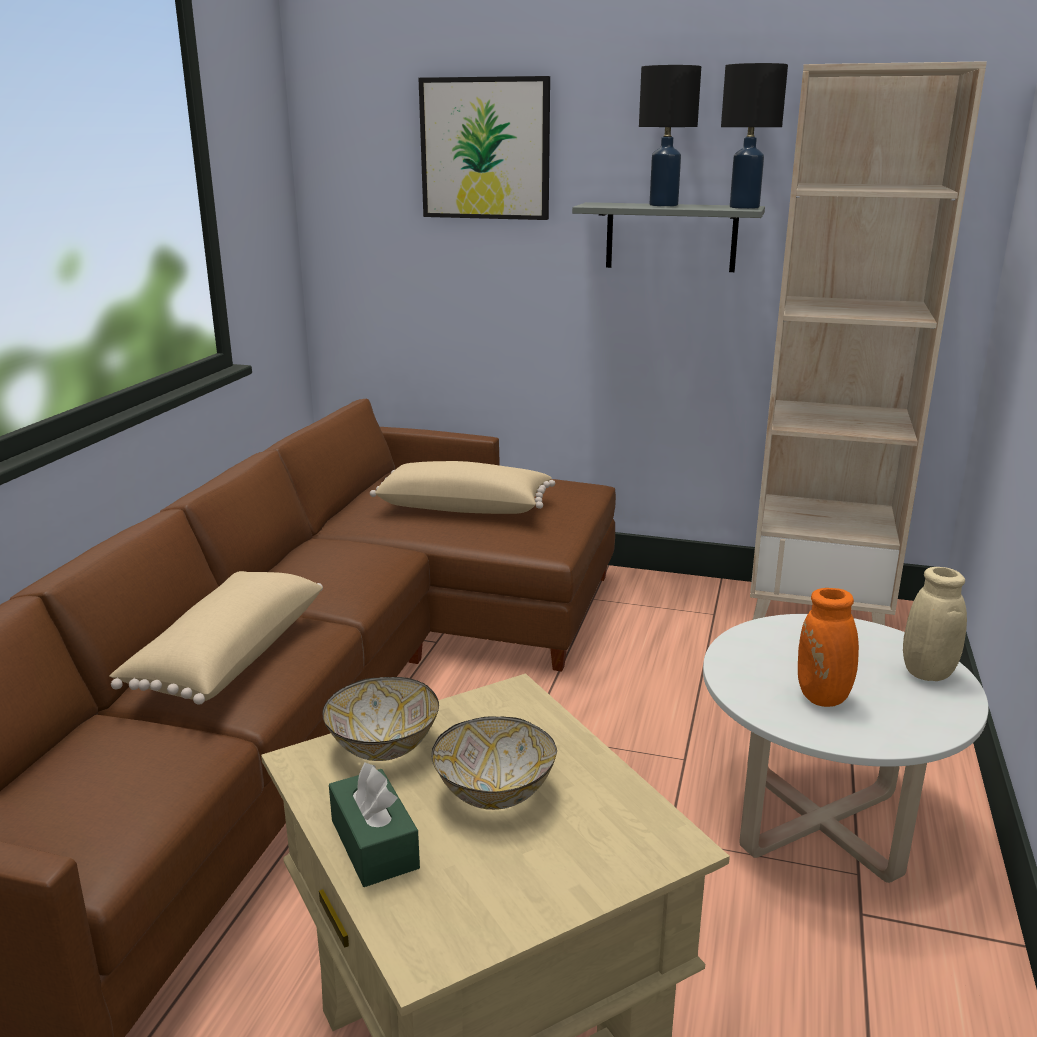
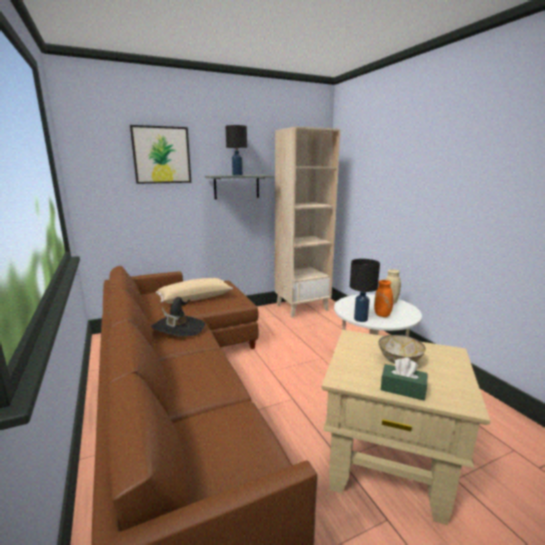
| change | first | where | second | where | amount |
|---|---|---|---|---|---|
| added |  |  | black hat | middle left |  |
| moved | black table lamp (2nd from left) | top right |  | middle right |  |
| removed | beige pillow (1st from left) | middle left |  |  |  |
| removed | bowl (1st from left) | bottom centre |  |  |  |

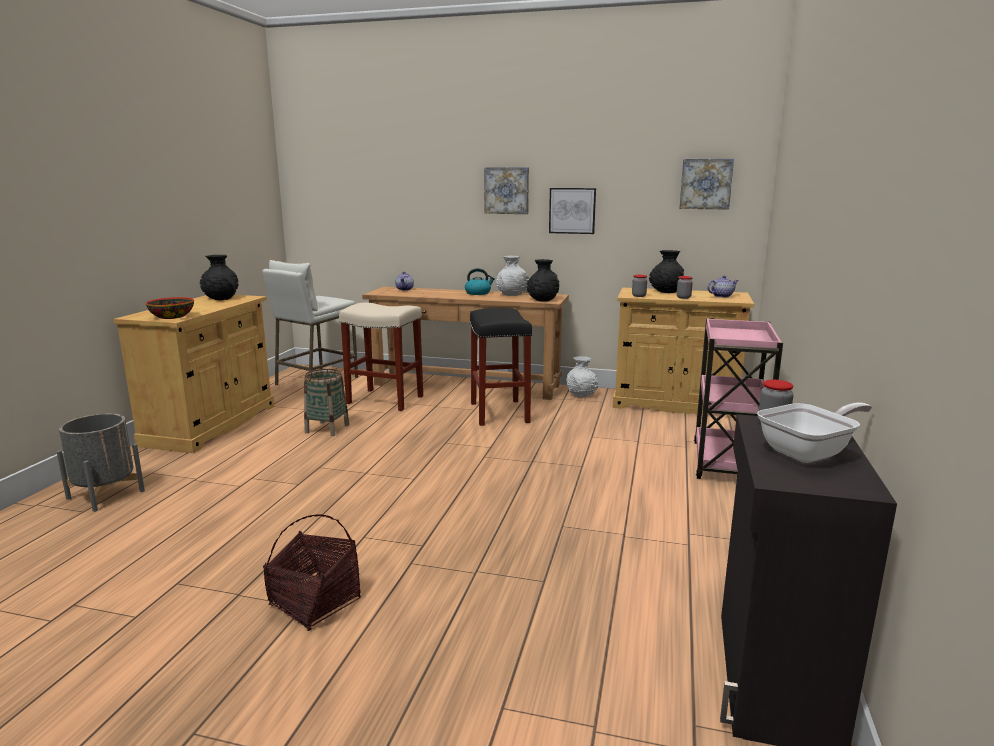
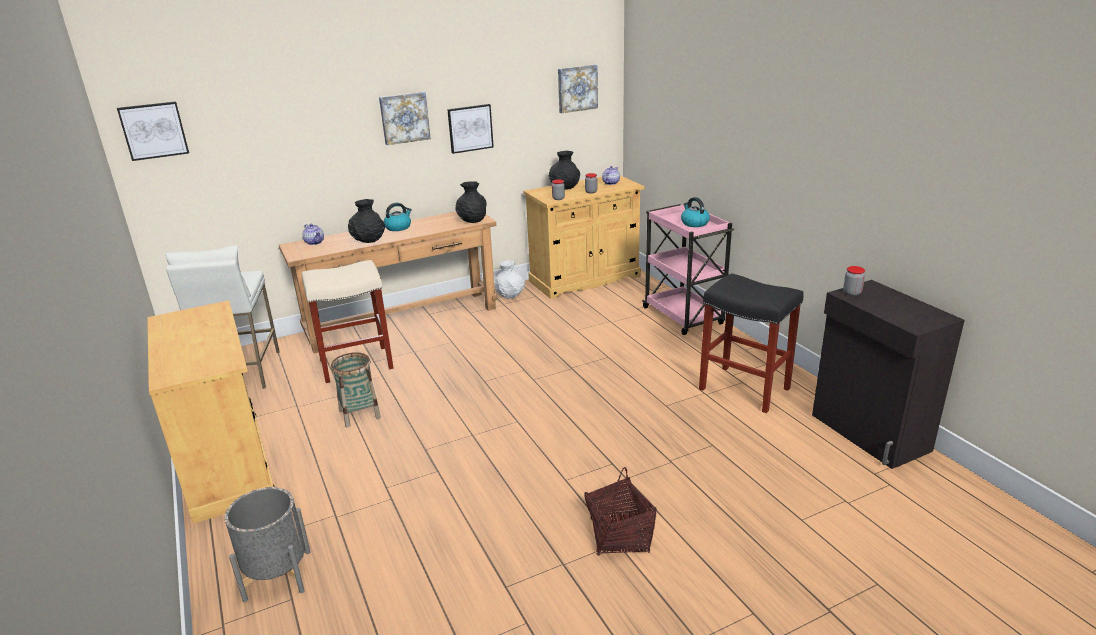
| change | first | where | second | where | amount |
|---|---|---|---|---|---|
| added |  |  | picture (1st from left) | top left |  |
| moved | black vase (1st from left) | middle left |  | centre |  |
| added |  |  | kettle (2nd from left) | centre |  |
| moved | black stool | centre |  | middle right |  |
| removed | bowl | middle left |  |  |  |
| removed | white vase (1st from left) | centre |  |  |  |
| removed | frying pan | middle right |  |  |  |

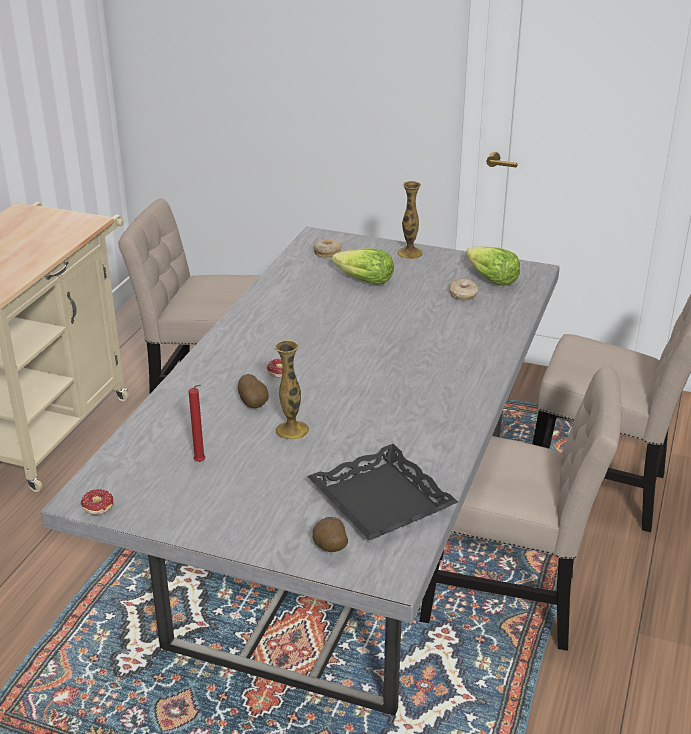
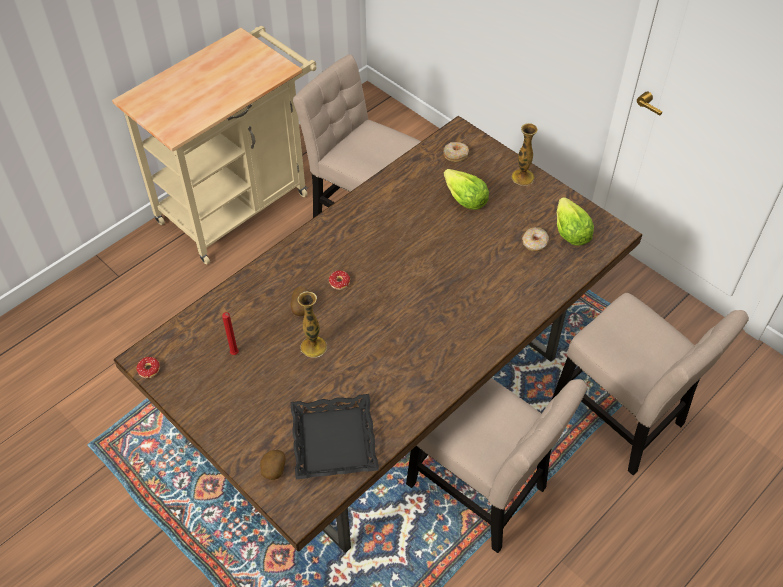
| change | first | where | second | where | amount |
|---|---|---|---|---|---|
| recoloured | grey dining table | centre | brown dining table | centre |  |

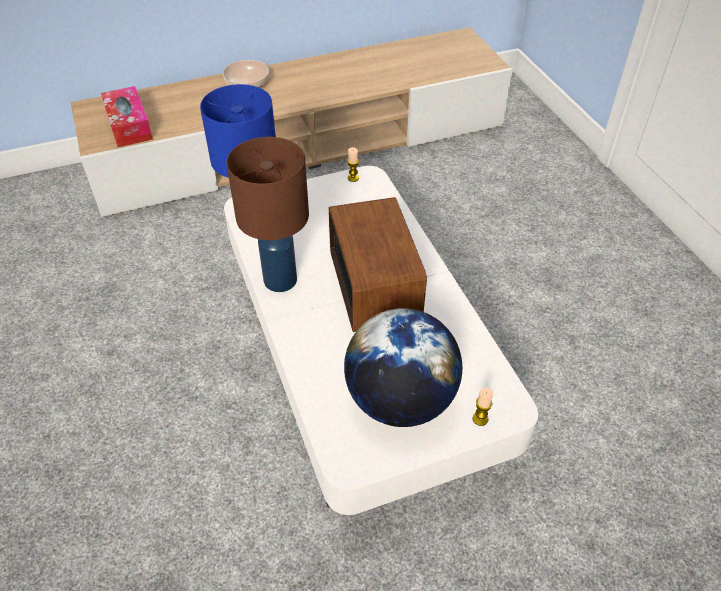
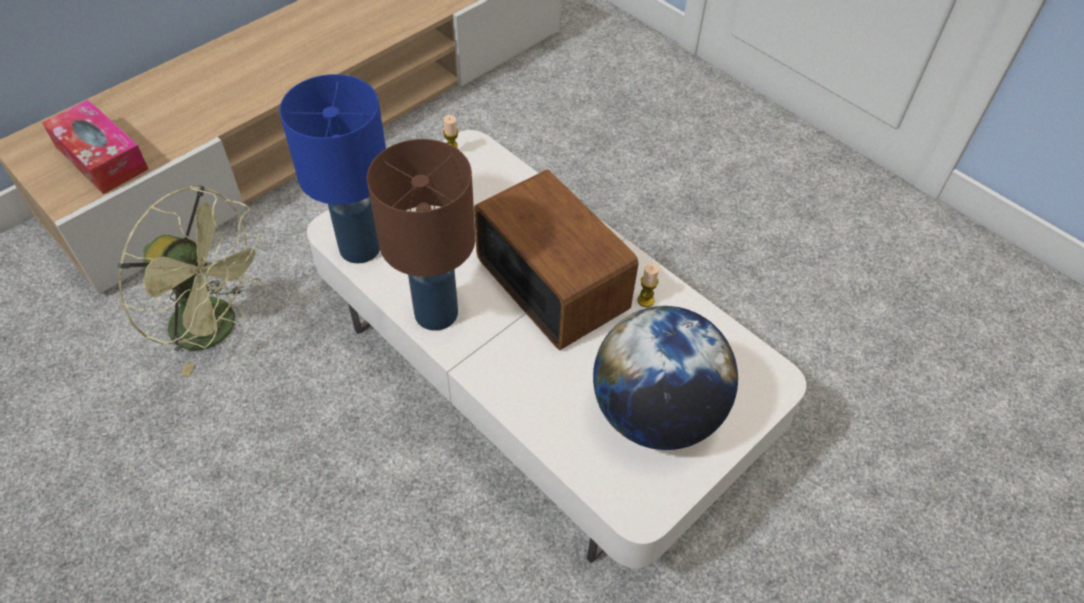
| change | first | where | second | where | amount |
|---|---|---|---|---|---|
| added |  |  | green fan | middle left |  |
| moved | candle (2nd from left) | bottom right |  | centre |  |
| removed | bowl | top centre |  |  |  |

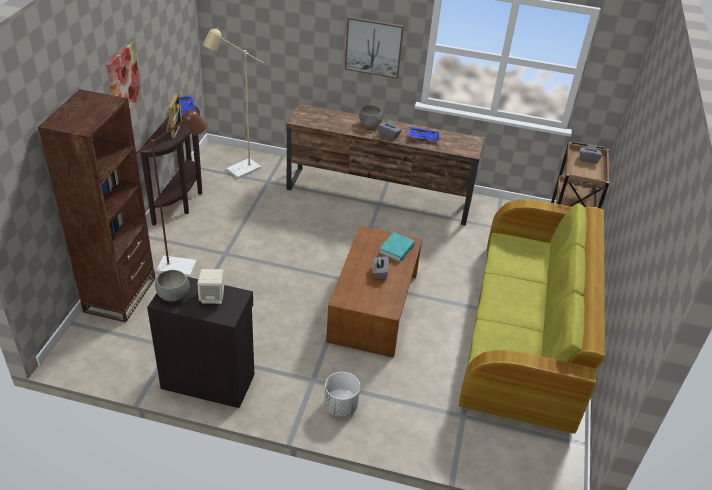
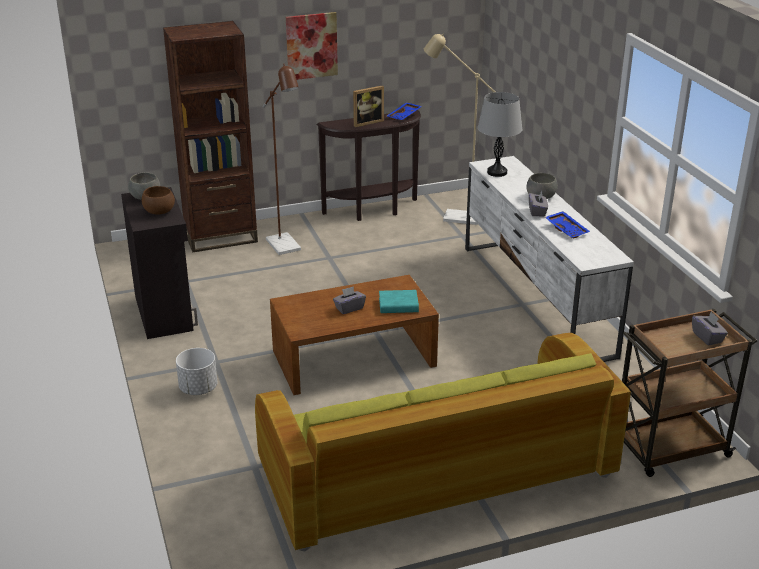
| change | first | where | second | where | amount |
|---|---|---|---|---|---|
| replaced | beige speaker | middle left | brown bowl | middle left |  |
| recoloured | brown tv stand | centre | white tv stand | middle right |  |
| added |  |  | grey table lamp | top centre |  |
| removed | picture (2nd from left) | top centre |  |  |  |

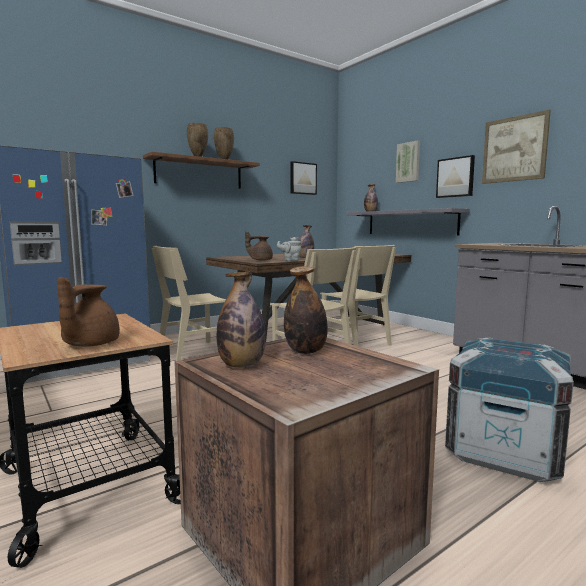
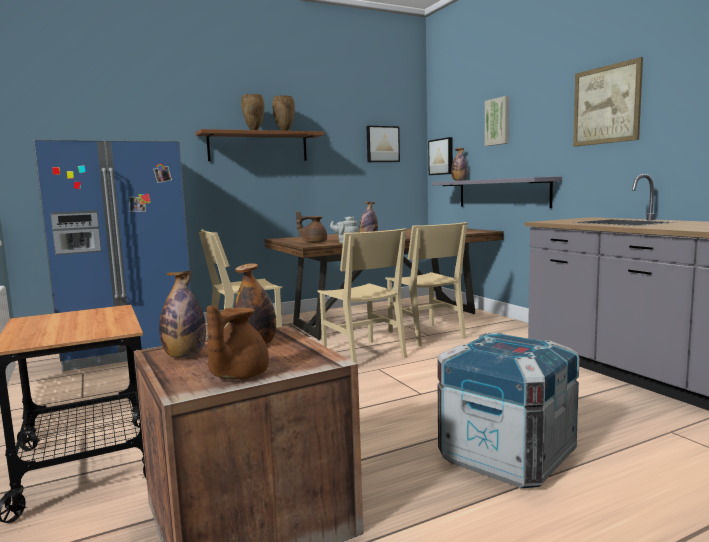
| change | first | where | second | where | amount |
|---|---|---|---|---|---|
| moved | brown teapot (1st from left) | middle left |  | centre |  |
| moved | picture (3rd from left in the first image) | top right | picture (2nd from left) | top centre |  |

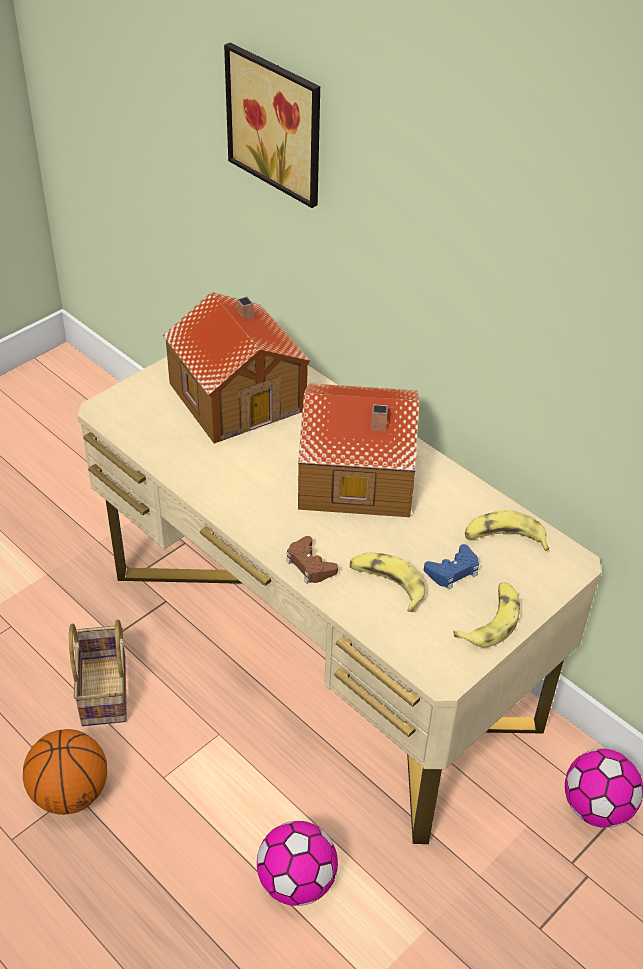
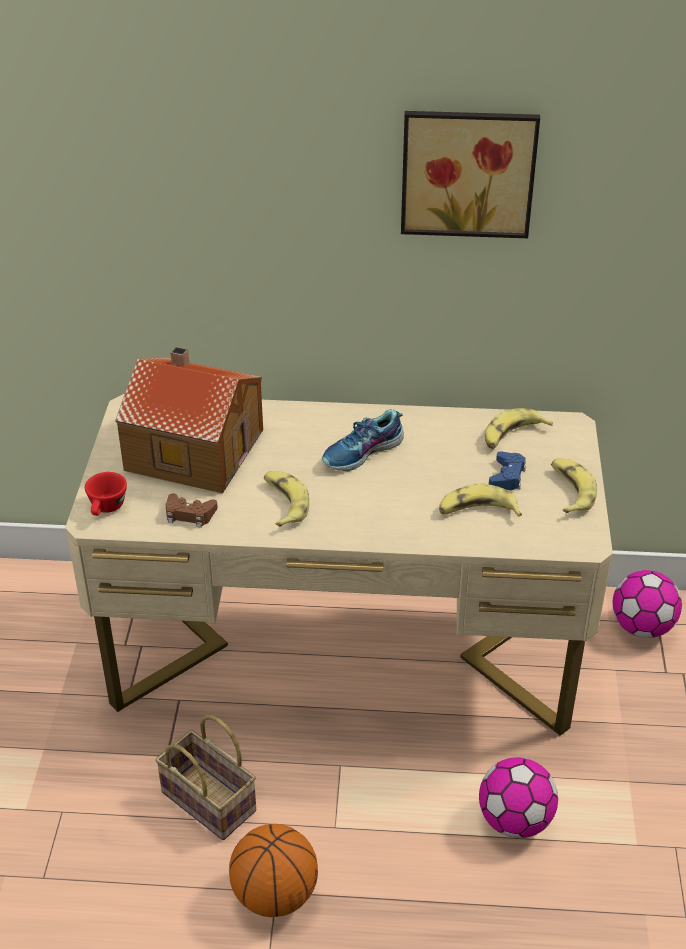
| change | first | where | second | where | amount |
|---|---|---|---|---|---|
| added |  |  | red cup | middle left |  |
| moved | brown game controller | centre |  | middle left |  |
| added |  |  | banana (1st from left) | centre |  |
| replaced | toy house (2nd from left) | centre | shoe | centre |  |
| moved | picture | top centre |  | top right |  |

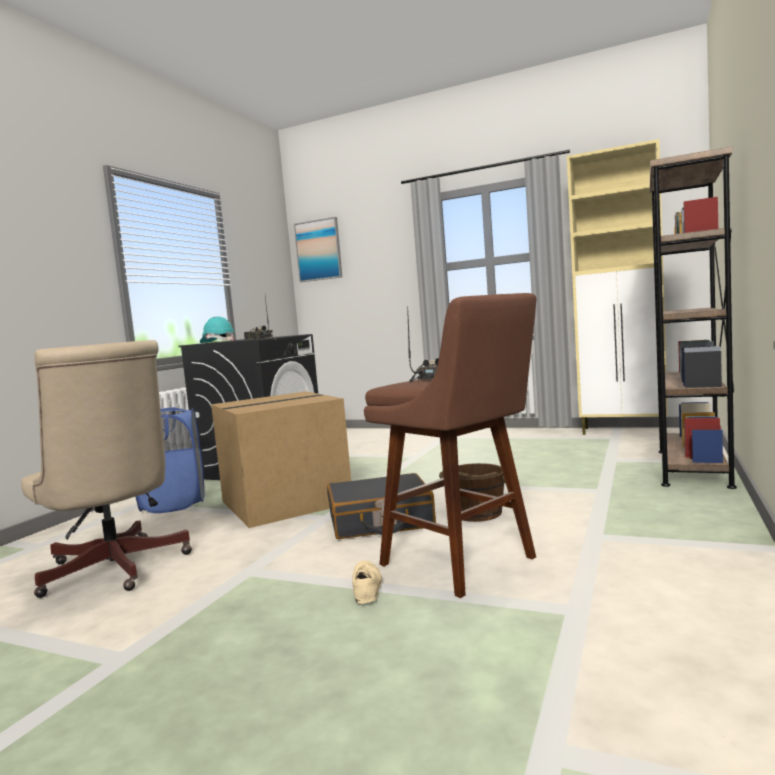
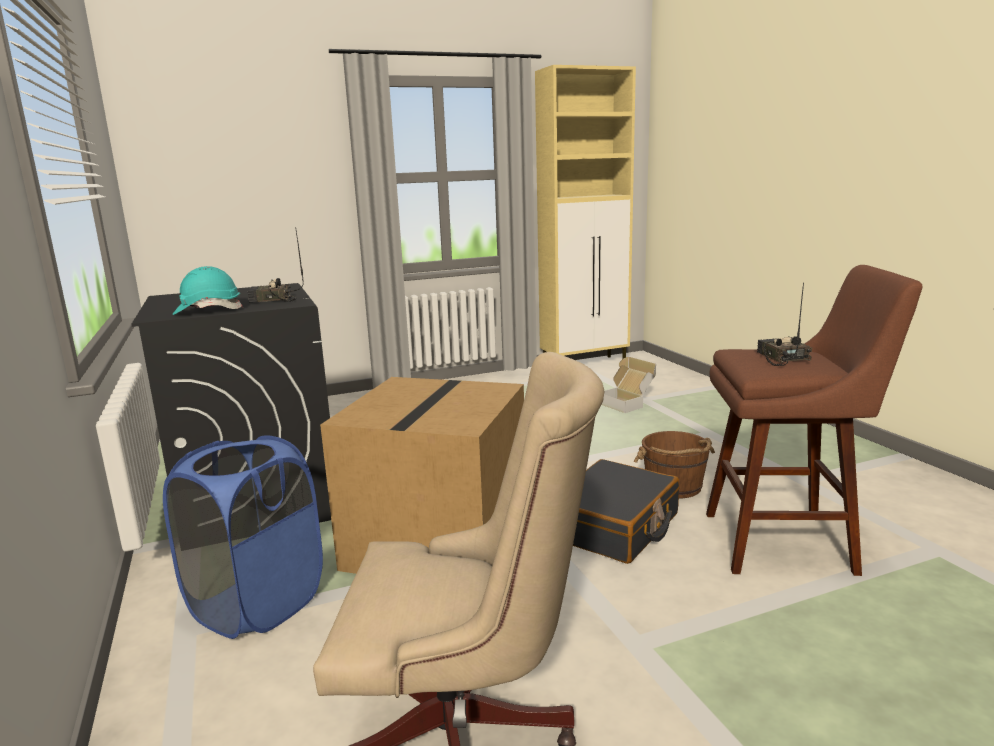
| change | first | where | second | where | amount |
|---|---|---|---|---|---|
| added |  |  | cardboard box (2nd from left) | centre |  |
| removed | picture | top centre |  |  |  |
| removed | beige shoe | bottom centre |  |  |  |
| removed | brown bookcase | middle right |  |  |  |

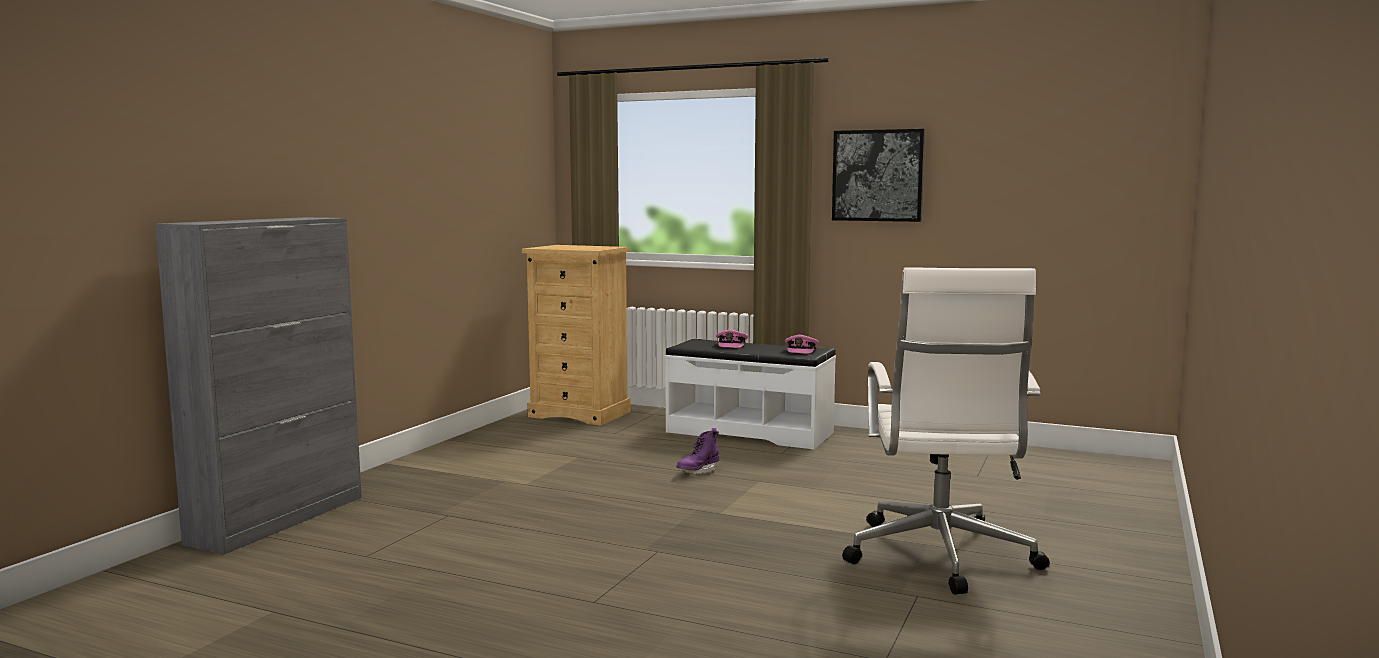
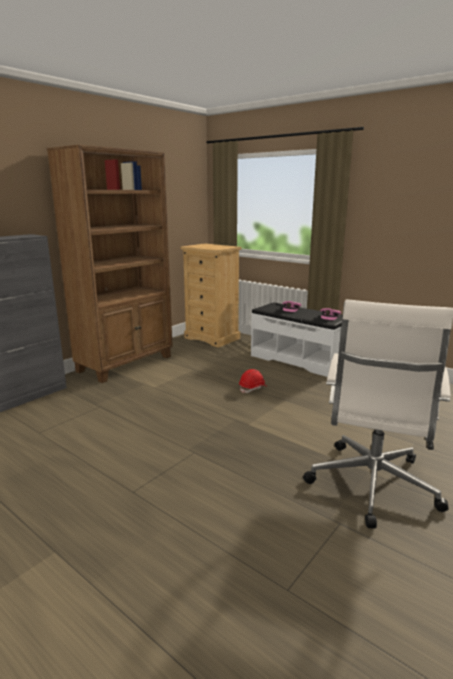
| change | first | where | second | where | amount |
|---|---|---|---|---|---|
| added |  |  | brown bookcase | middle left |  |
| replaced | purple boot | bottom centre | red hard hat | centre |  |
| removed | picture | top centre |  |  |  |

